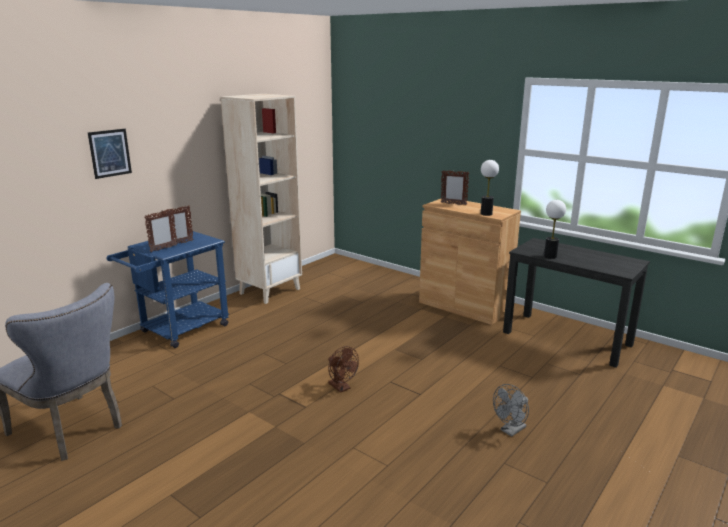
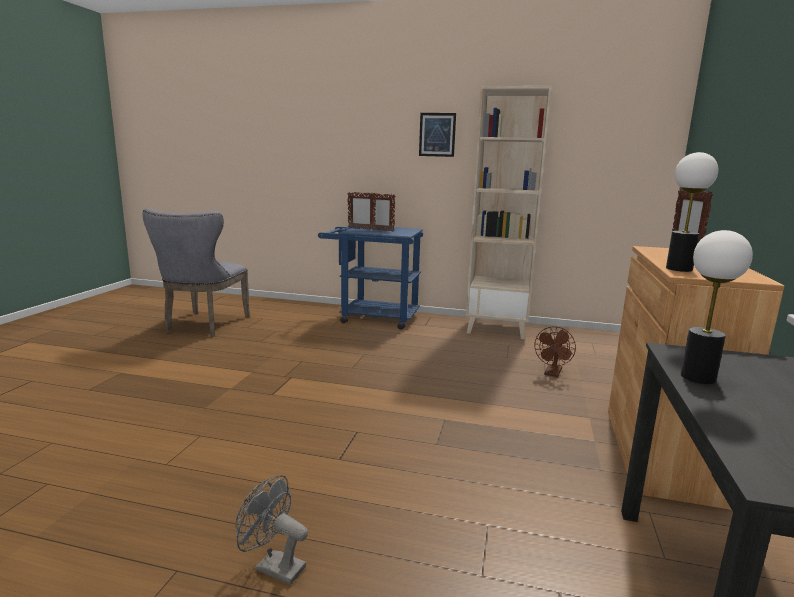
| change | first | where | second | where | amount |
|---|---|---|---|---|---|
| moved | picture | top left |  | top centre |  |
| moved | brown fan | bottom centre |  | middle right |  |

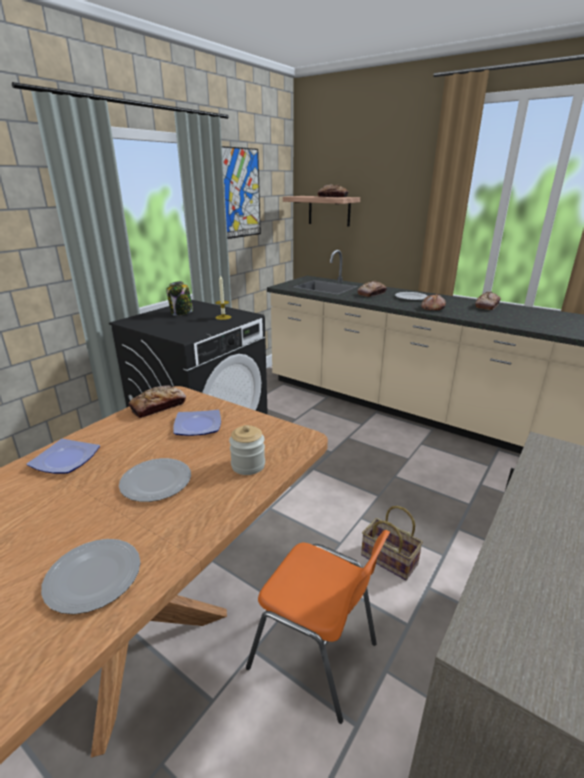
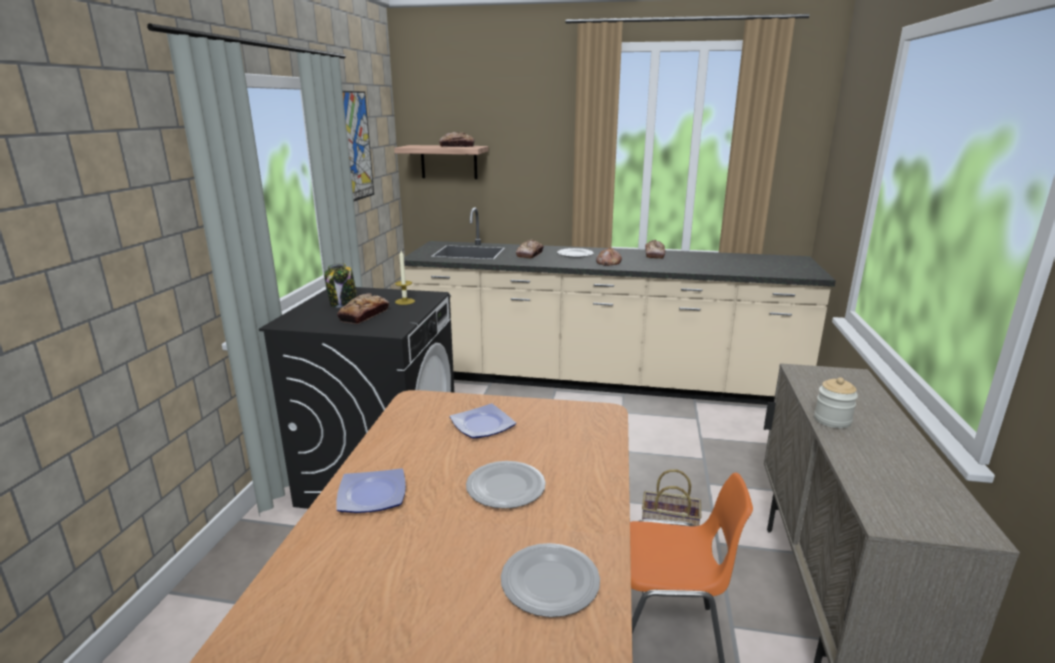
| change | first | where | second | where | amount |
|---|---|---|---|---|---|
| moved | bread (1st from left) | middle left |  | centre |  |
| moved | jar (2nd from left) | centre |  | middle right |  |

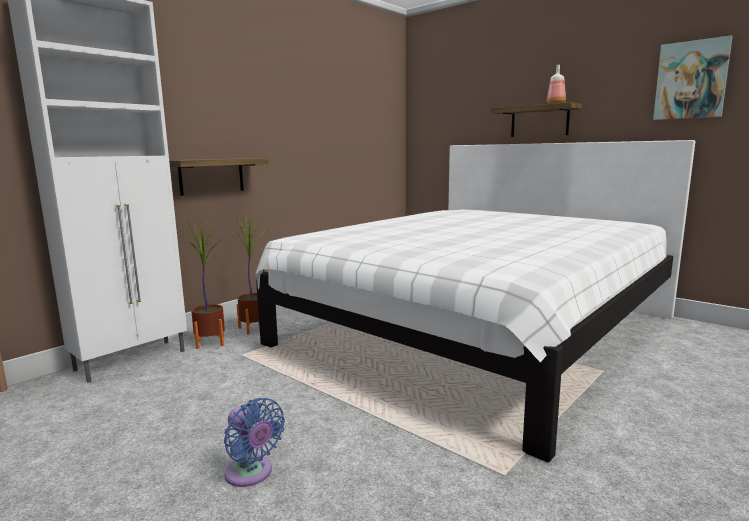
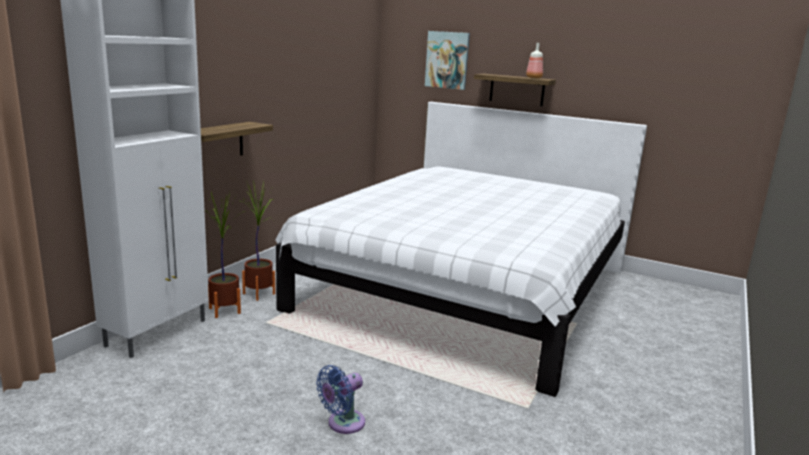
| change | first | where | second | where | amount |
|---|---|---|---|---|---|
| turned | blue fan | bottom centre |  | bottom centre | 105 degrees clockwise |
| moved | picture | top right |  | top centre |  |

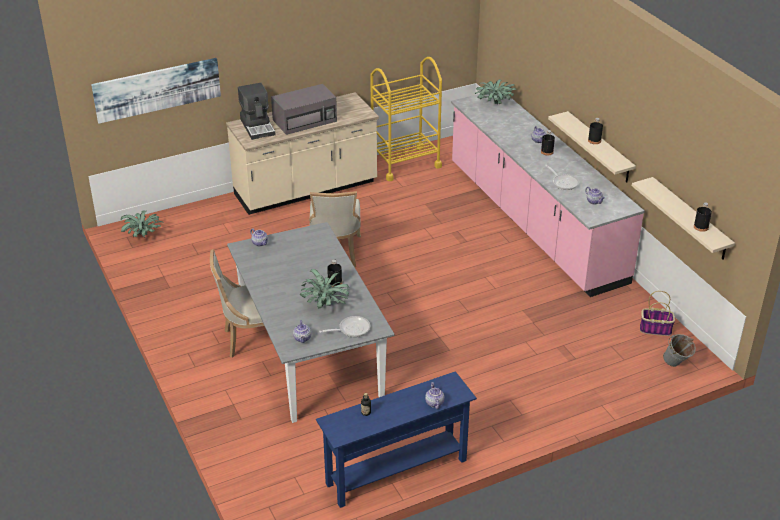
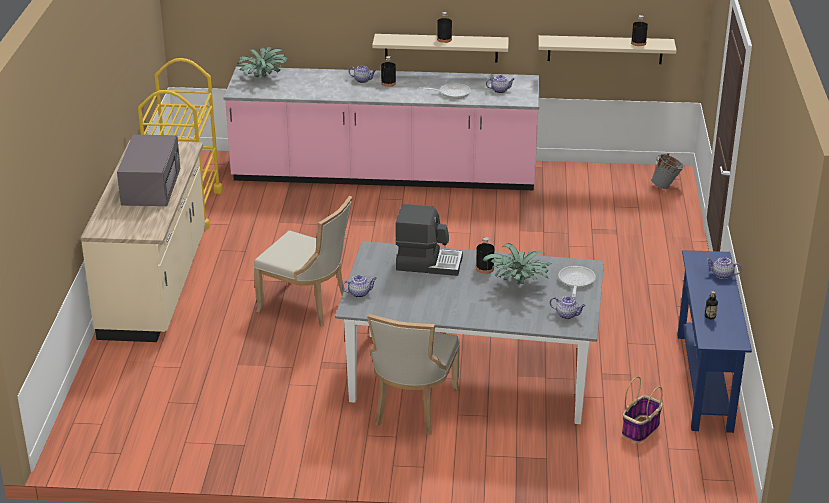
| change | first | where | second | where | amount |
|---|---|---|---|---|---|
| moved | coffee machine | top left |  | centre |  |
| moved | basket | middle right |  | bottom right |  |
| removed | picture | top left |  |  |  |
| removed | potted plant (1st from left) | middle left |  |  |  |

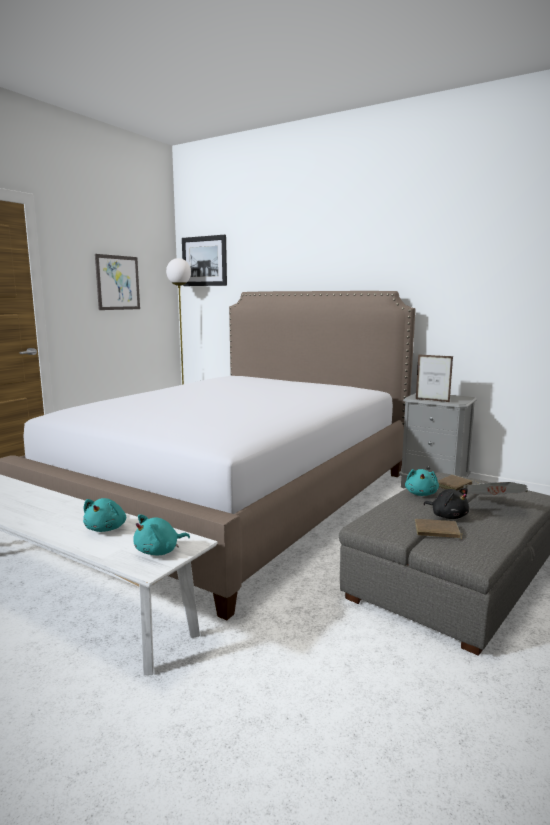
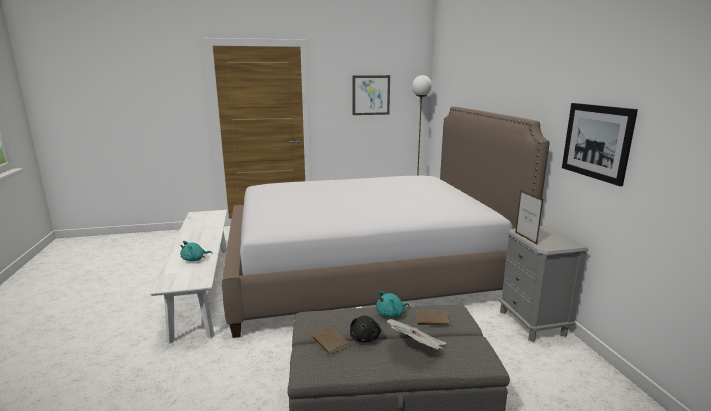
| change | first | where | second | where | amount |
|---|---|---|---|---|---|
| moved | picture (2nd from left) | top centre |  | middle right |  |
| removed | turquoise plush toy (2nd from left) | middle left |  |  |  |

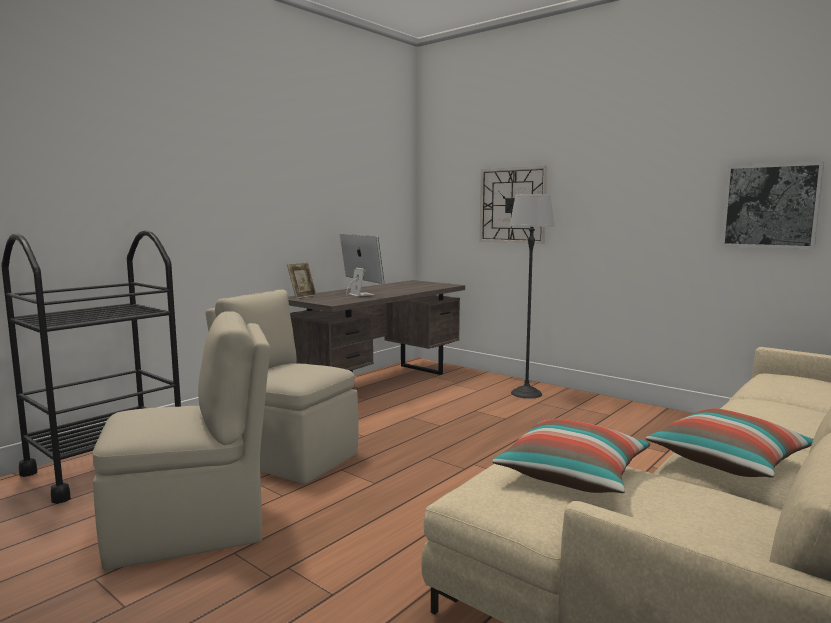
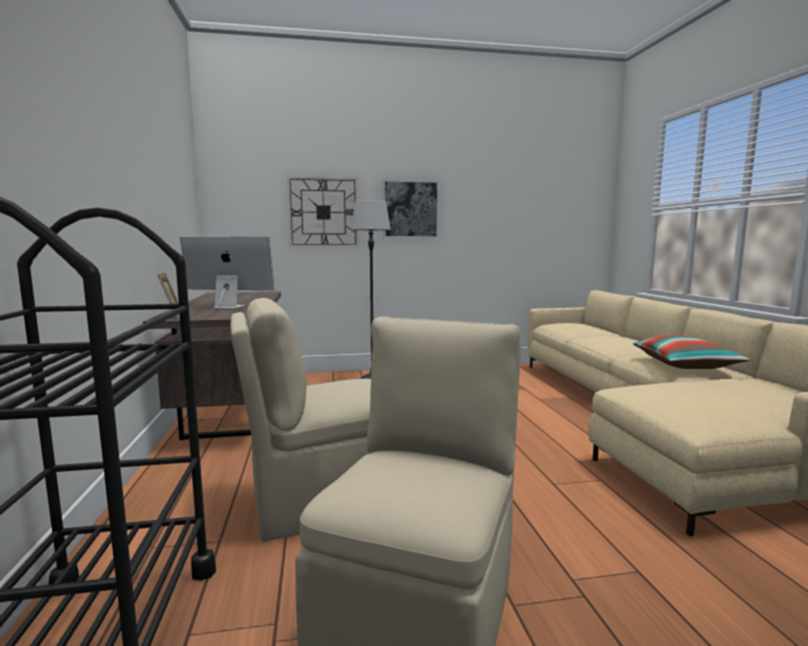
| change | first | where | second | where | amount |
|---|---|---|---|---|---|
| moved | picture | top right |  | top centre |  |
| removed | pillow (1st from left) | bottom right |  |  |  |

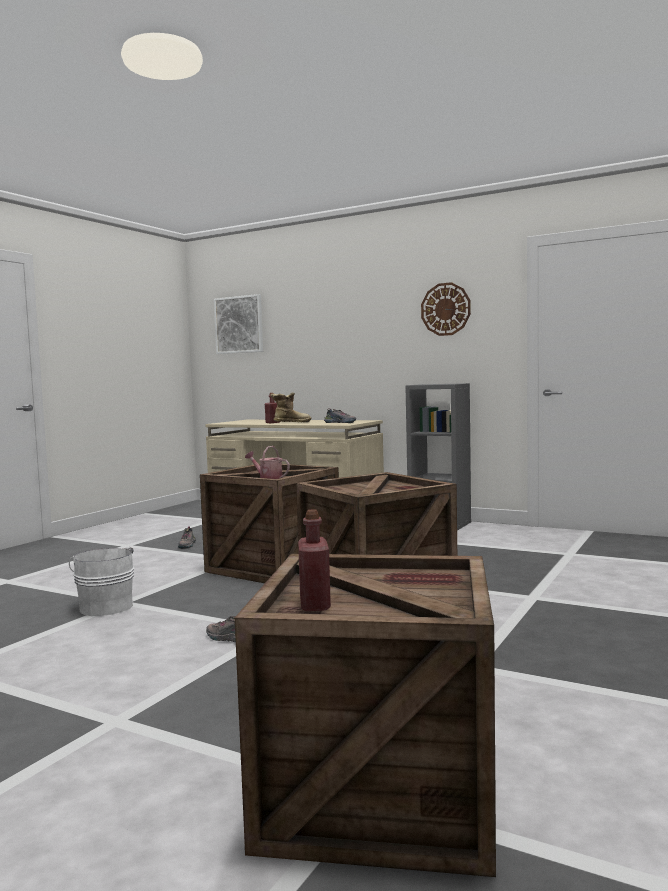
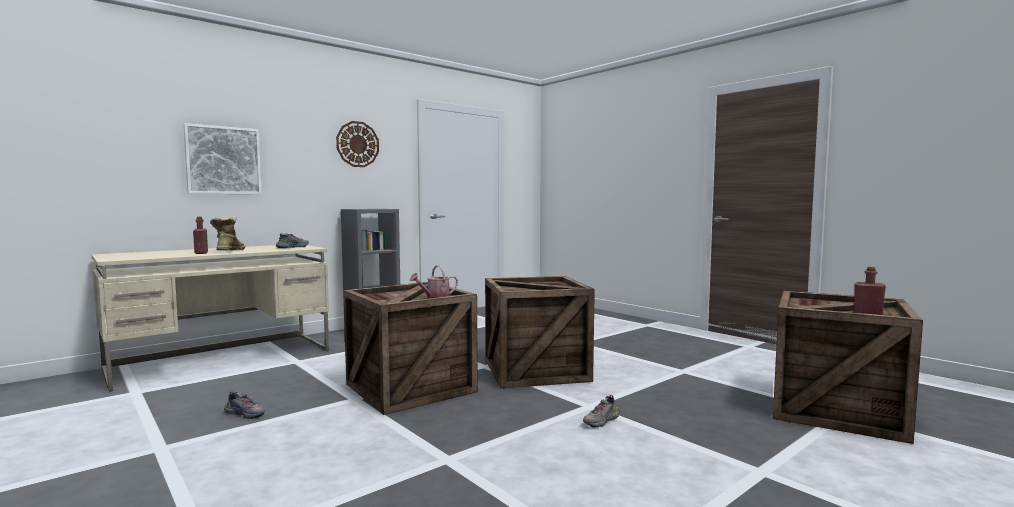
| change | first | where | second | where | amount |
|---|---|---|---|---|---|
| moved | picture | centre |  | top left |  |
| removed | white bucket | middle left |  |  |  |

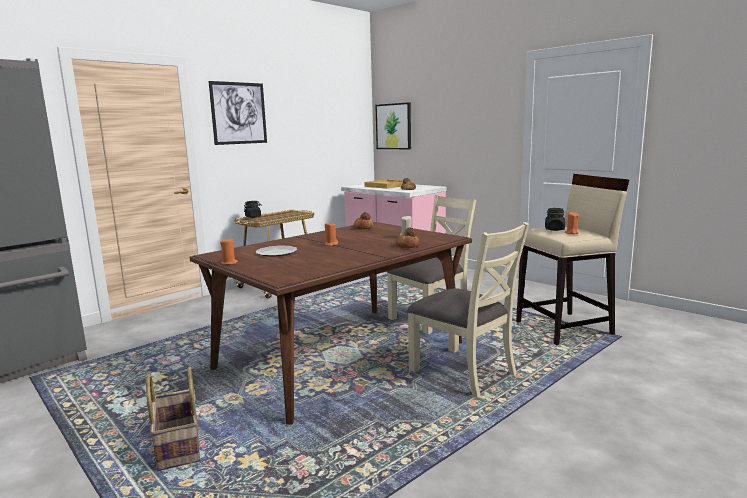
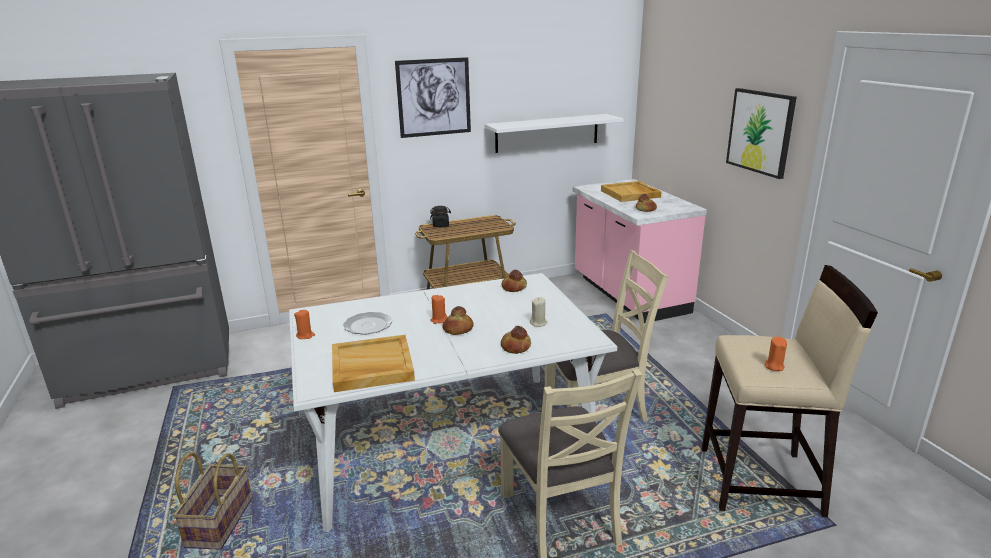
| change | first | where | second | where | amount |
|---|---|---|---|---|---|
| recoloured | brown dining table | centre | white dining table | bottom centre |  |
| added |  |  | beige tray (1st from left) | centre |  |
| added |  |  | bread (1st from left) | centre |  |
| added |  |  | white shelf | top centre |  |
| moved | picture (2nd from left) | top centre |  | top right |  |
| removed | black jar (2nd from left) | middle right |  |  |  |

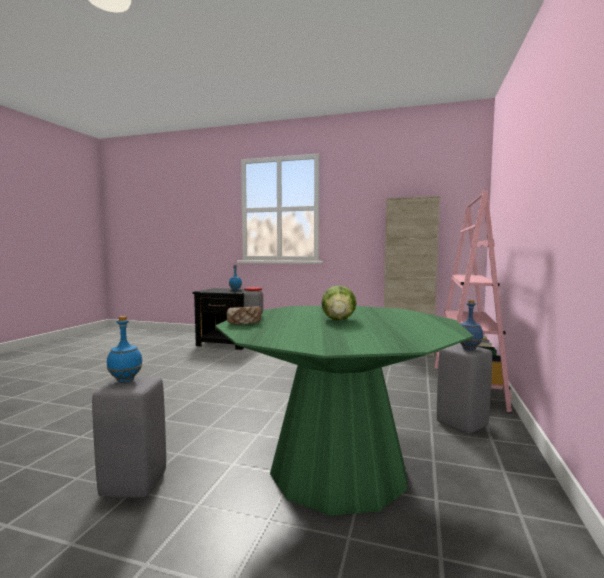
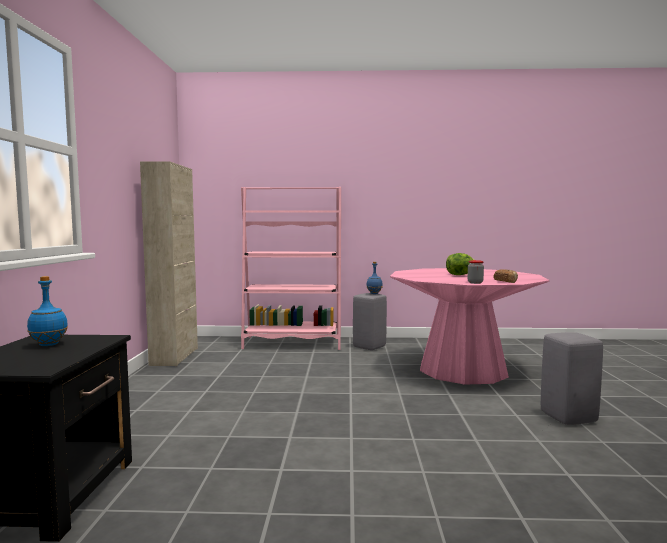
| change | first | where | second | where | amount |
|---|---|---|---|---|---|
| recoloured | green dining table | bottom centre | pink dining table | middle right |  |
| removed | blue bottle (1st from left) | middle left |  |  |  |

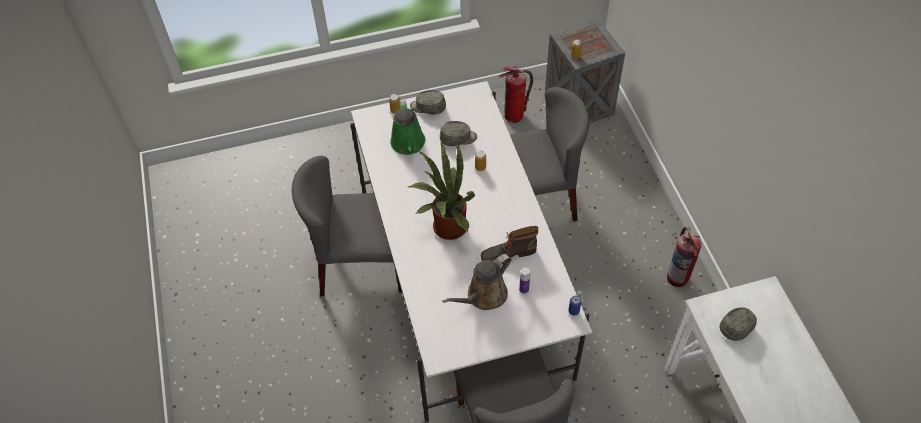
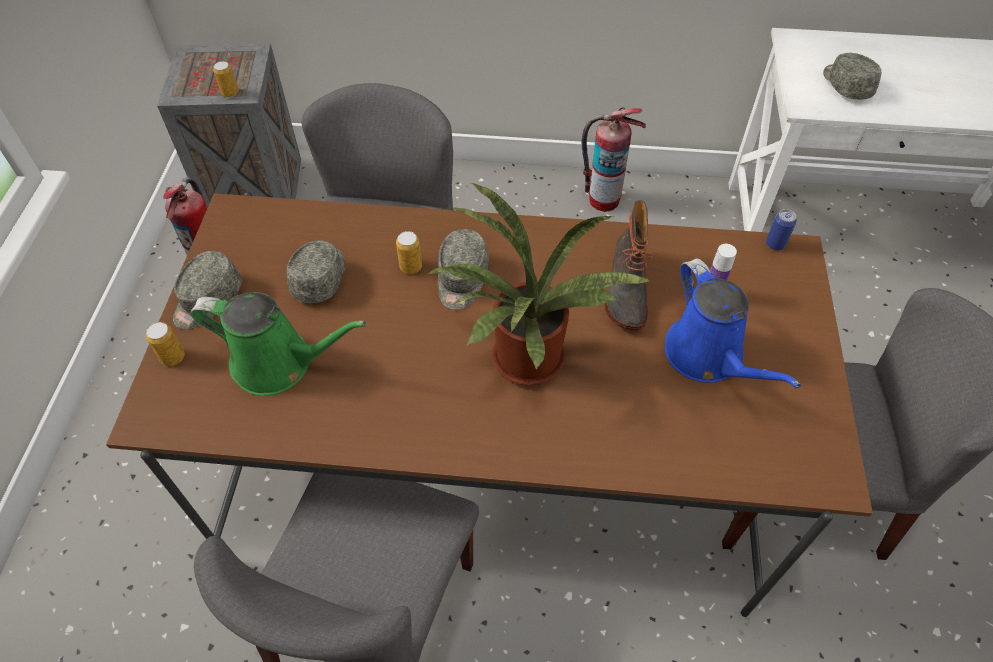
| change | first | where | second | where | amount |
|---|---|---|---|---|---|
| recoloured | white dining table | centre | brown dining table | centre |  |
| added |  |  | grey cap (3rd from left) | centre |  |
| recoloured | brown watering can | bottom centre | blue watering can | middle right |  |

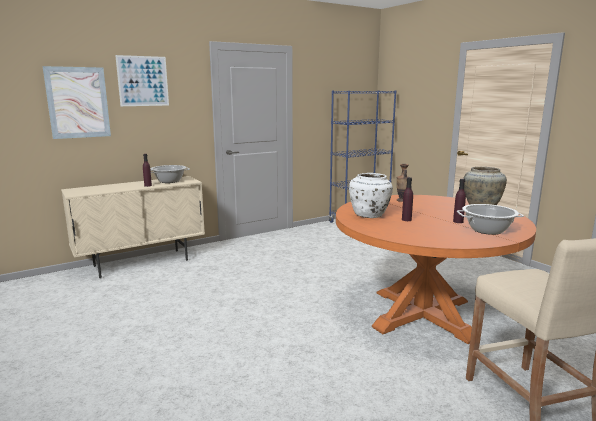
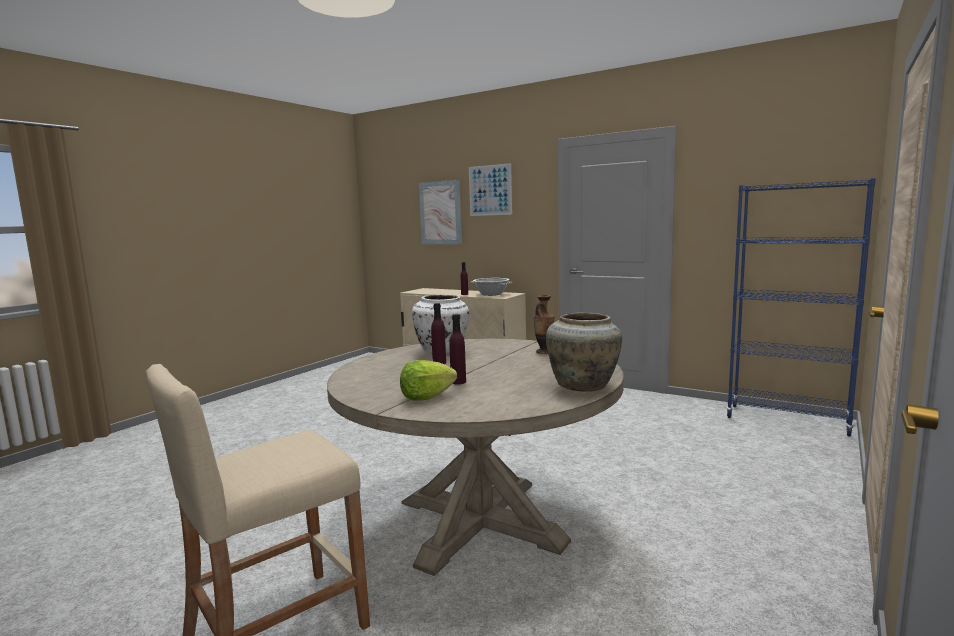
| change | first | where | second | where | amount |
|---|---|---|---|---|---|
| recoloured | orange dining table | middle right | beige dining table | bottom centre |  |
| replaced | cooking pot (2nd from left) | middle right | lettuce | centre |  |

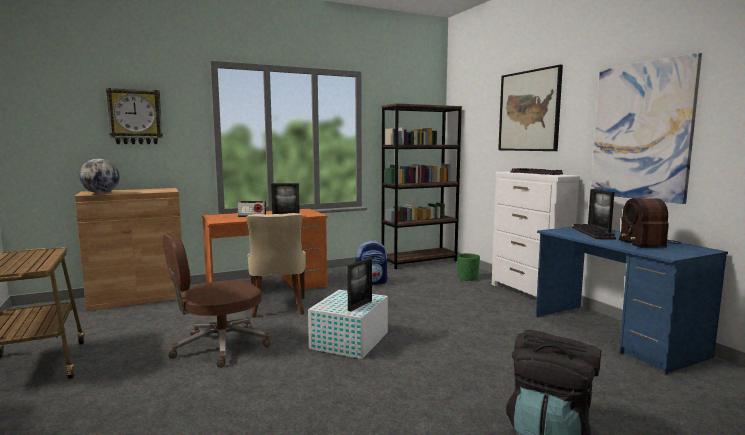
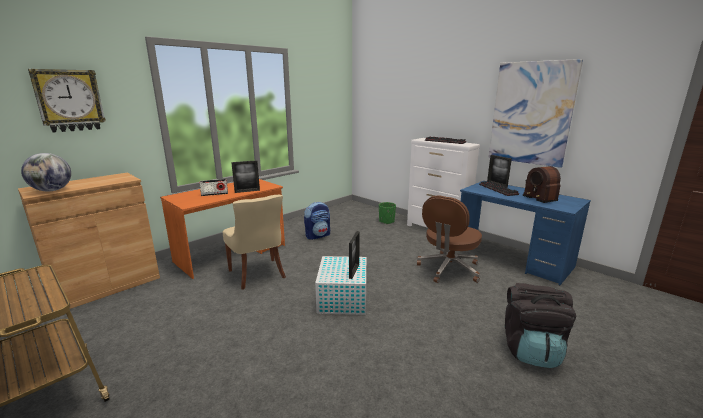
| change | first | where | second | where | amount |
|---|---|---|---|---|---|
| moved | brown office chair | bottom left |  | centre |  |
| removed | brown bookcase | centre |  |  |  |
| removed | picture (1st from left) | top right |  |  |  |

